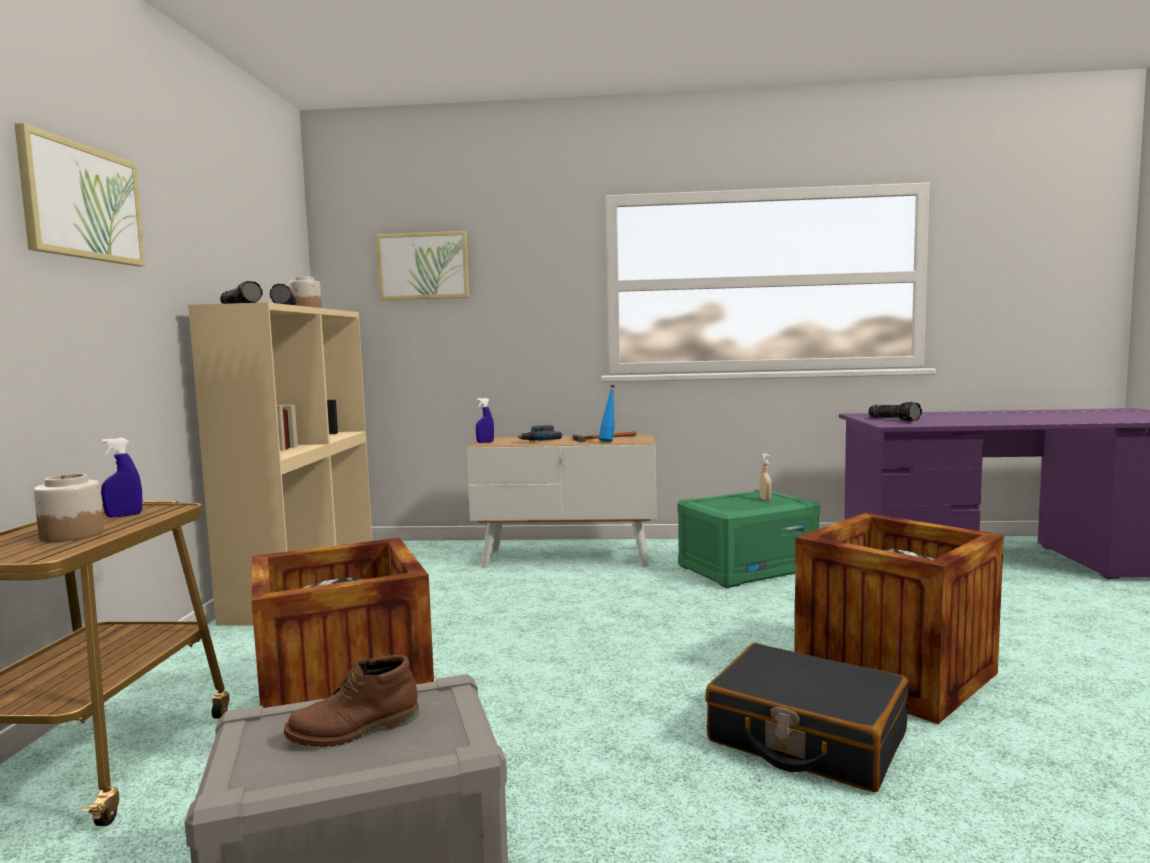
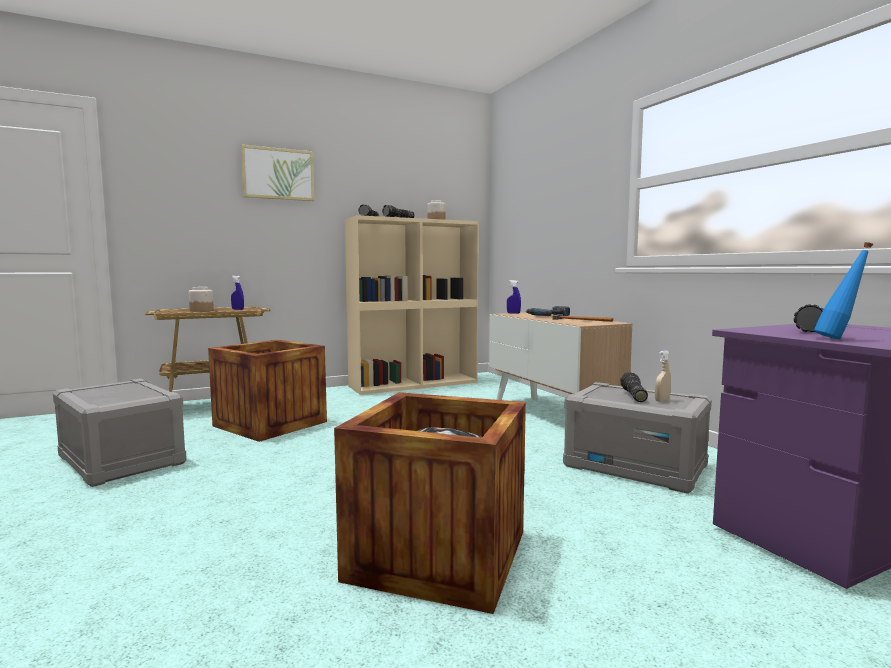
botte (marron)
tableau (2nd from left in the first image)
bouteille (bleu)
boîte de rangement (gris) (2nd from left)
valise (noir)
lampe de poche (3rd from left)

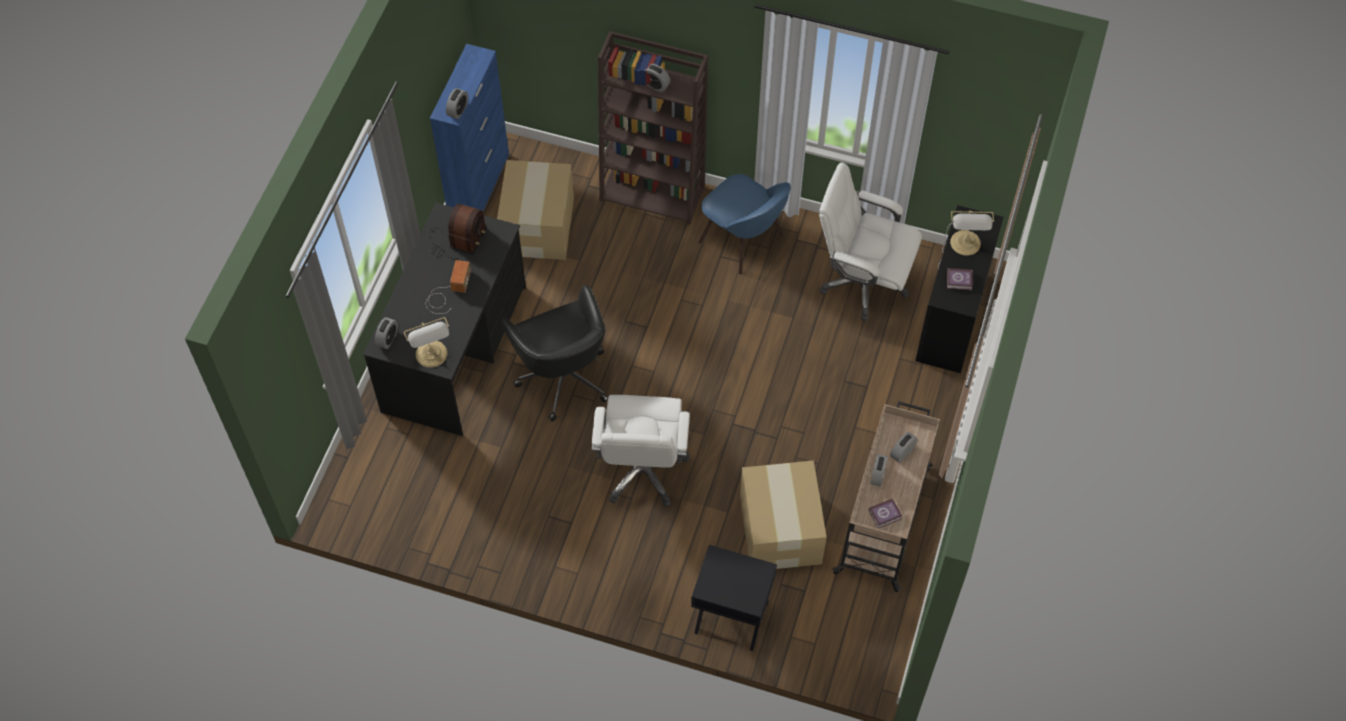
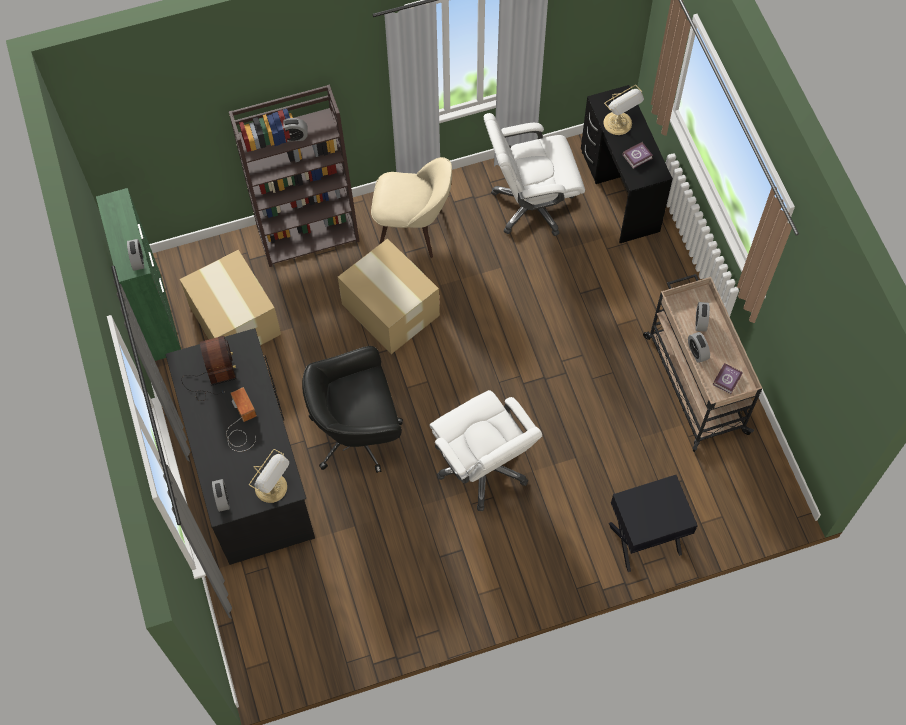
meuble de rangement (vert)
chaise de bureau (noir)
chaise (beige)
carton (2nd from left)

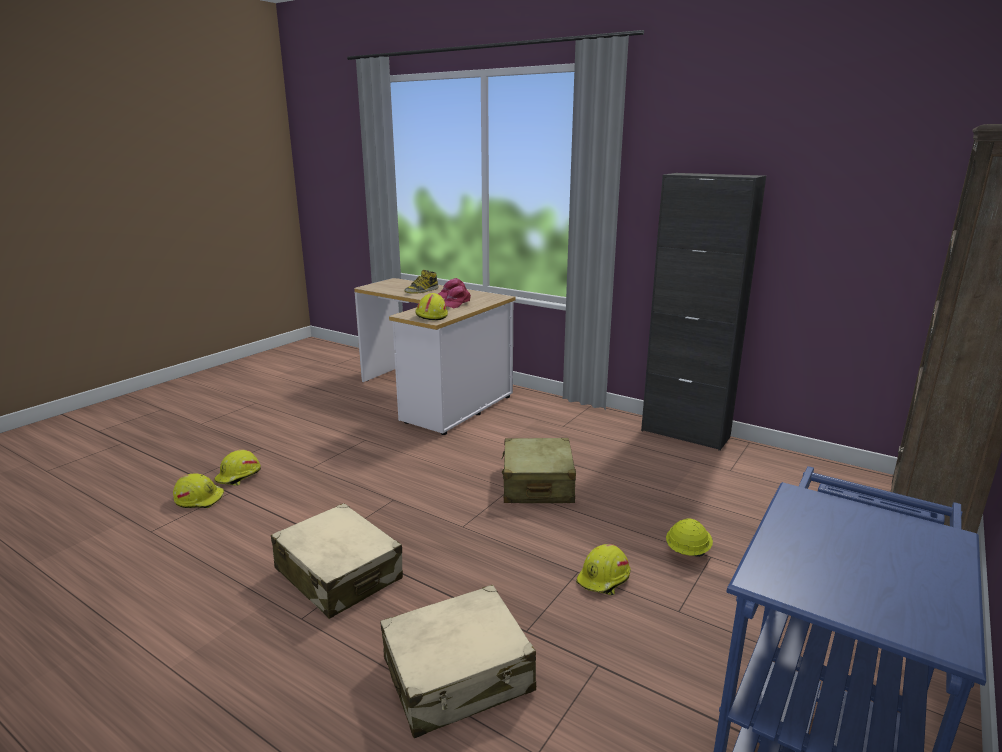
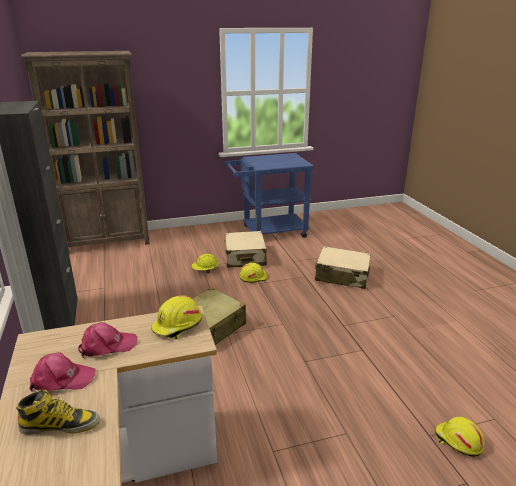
casque de chantier (jaune) (2nd from left in the first image)
valise (beige) (2nd from left)

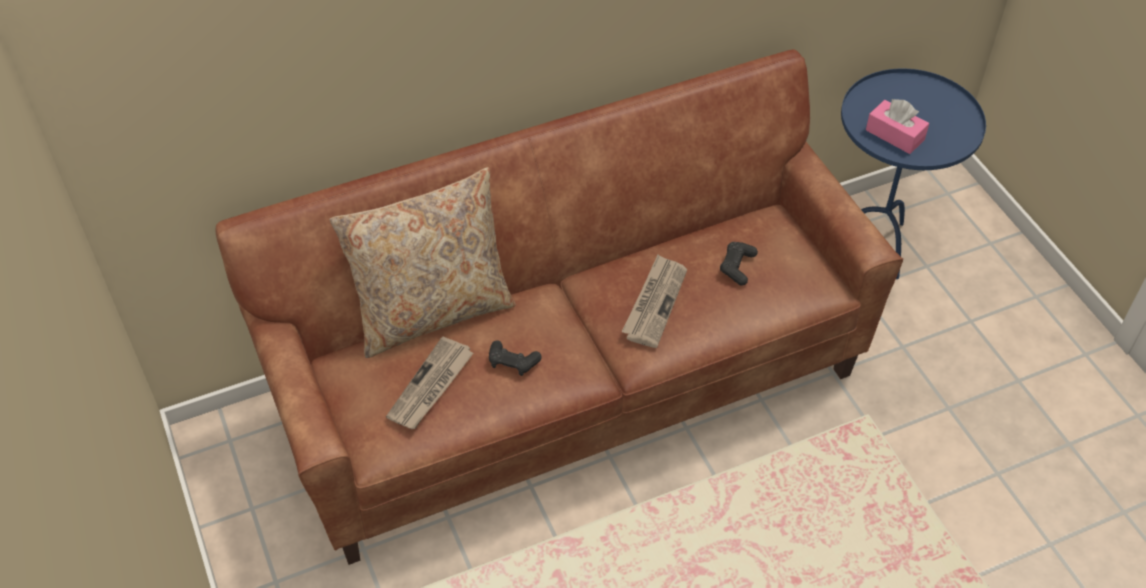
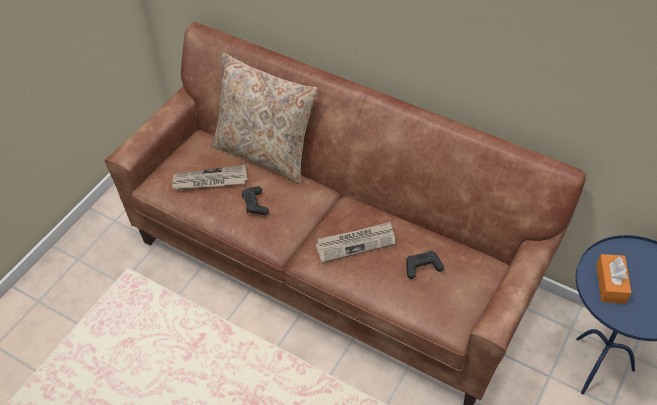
boîte à mouchoirs (orange)

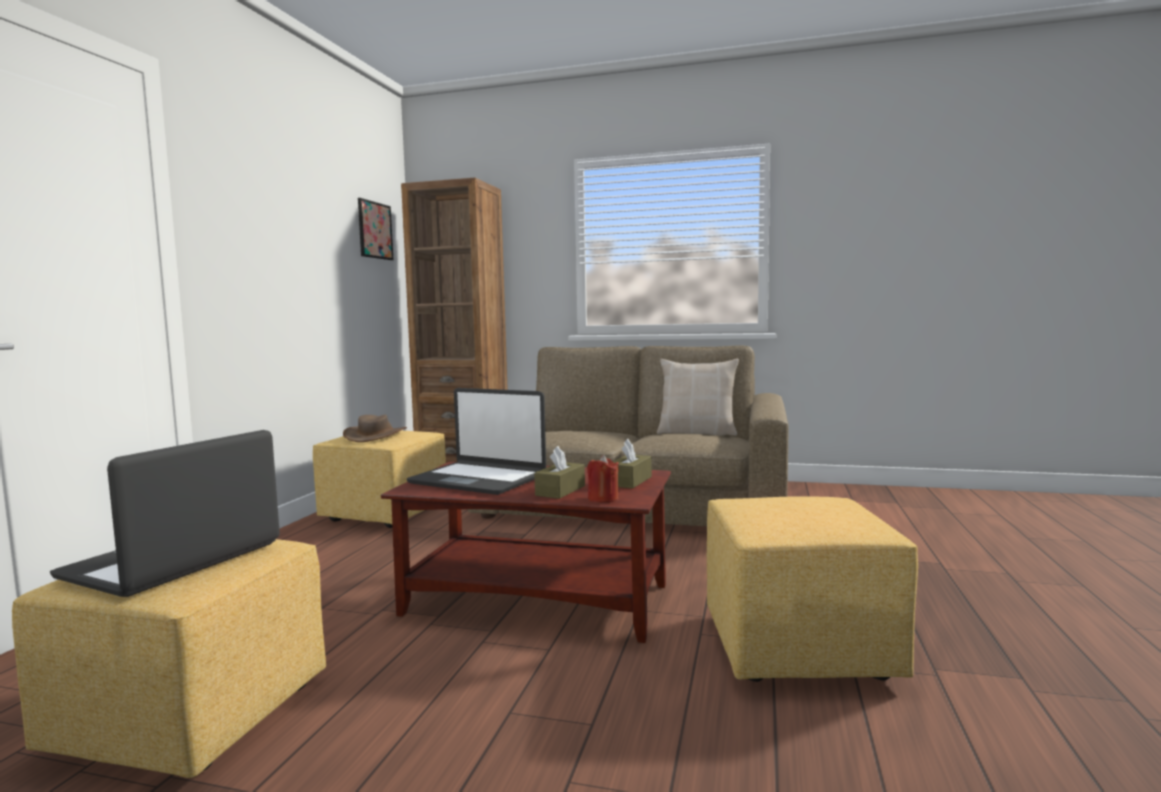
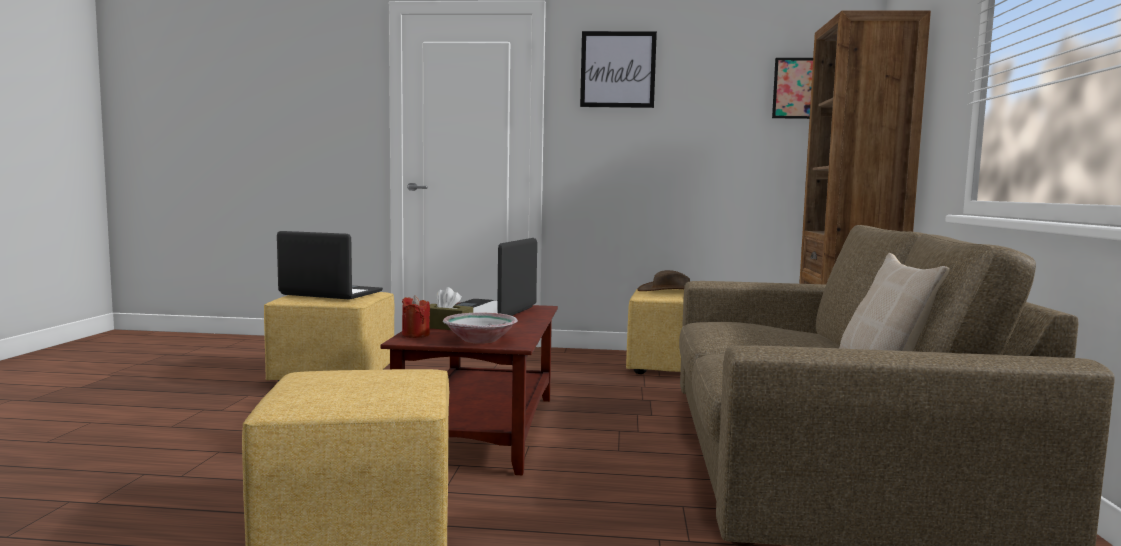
bol
tableau (1st from left)

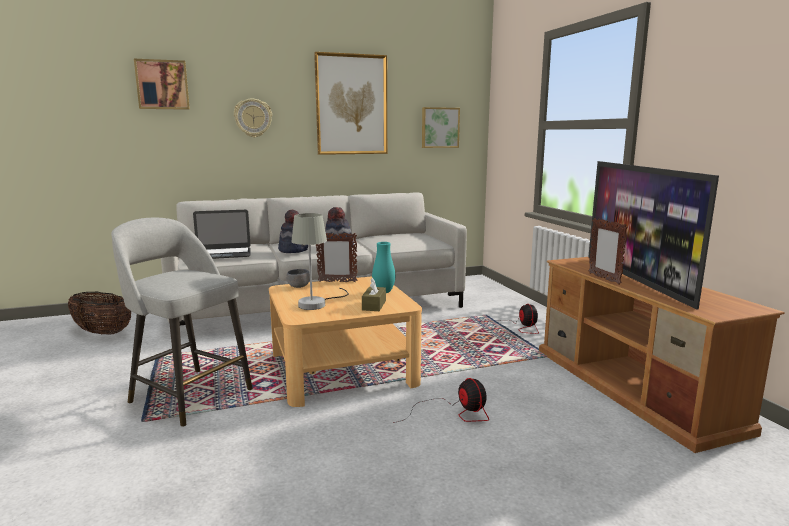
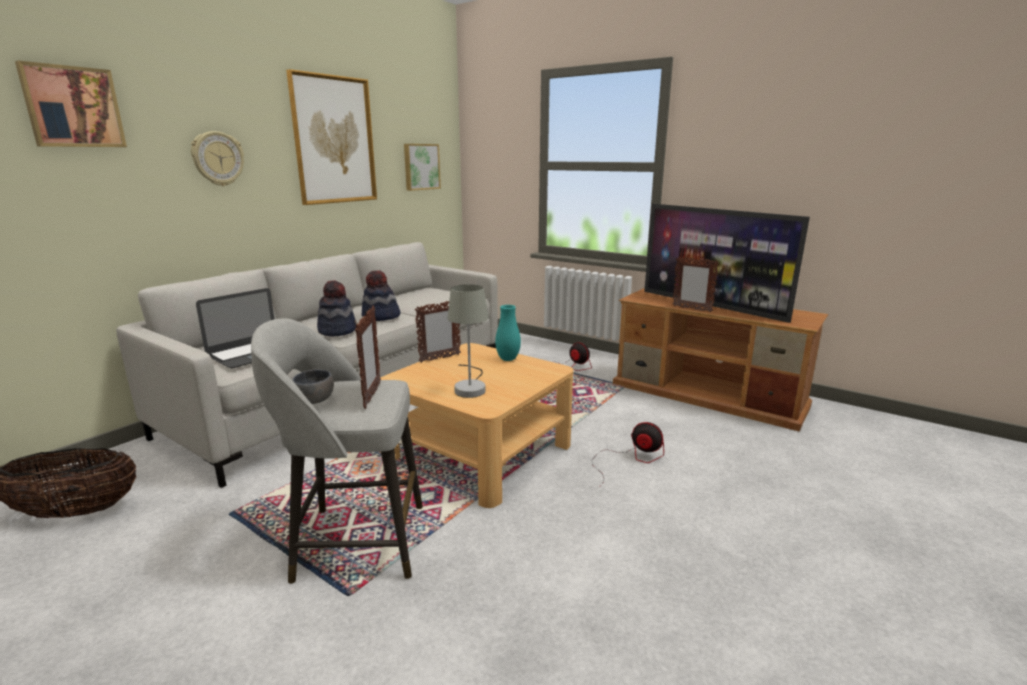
bol (gris)
boîte à mouchoirs (marron)
cadre photo (1st from left)

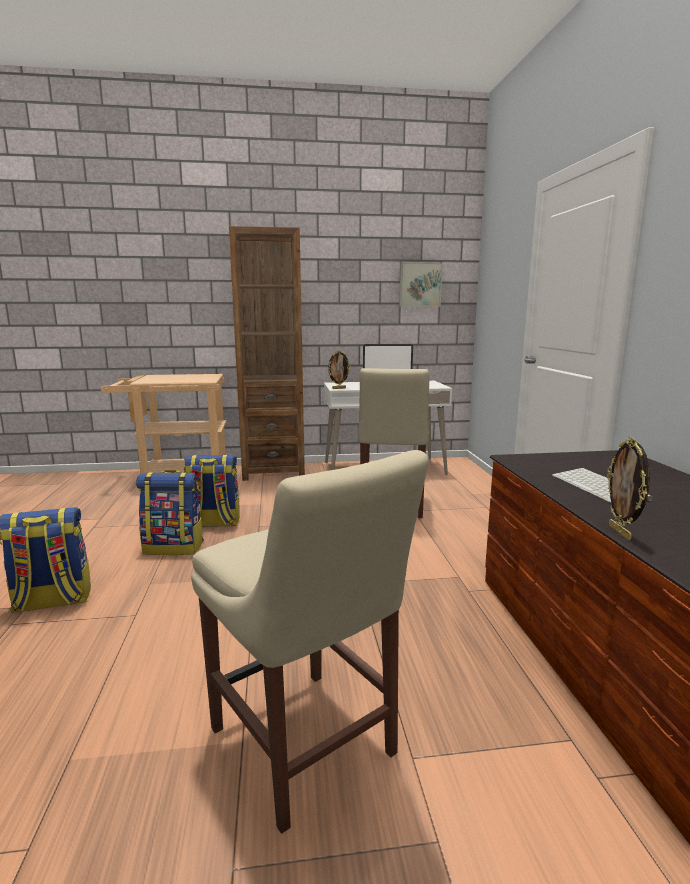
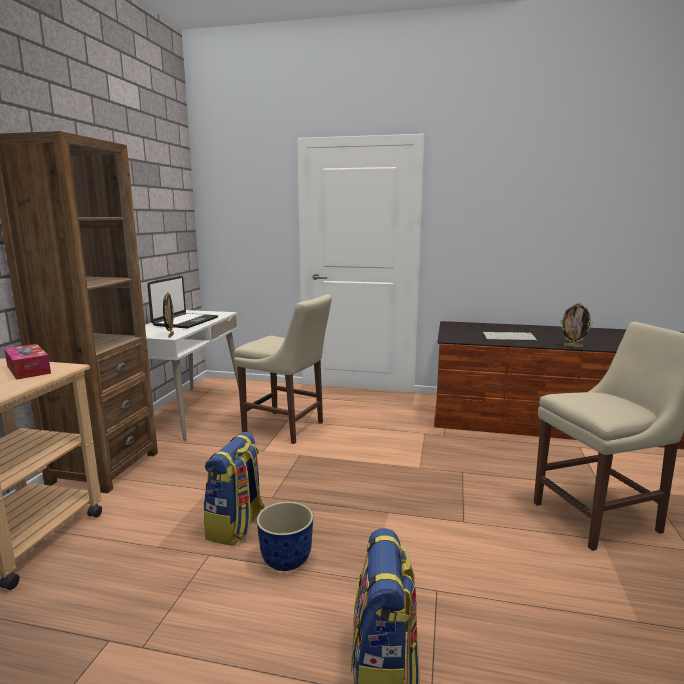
cache-pot
tableau
boîte à mouchoirs

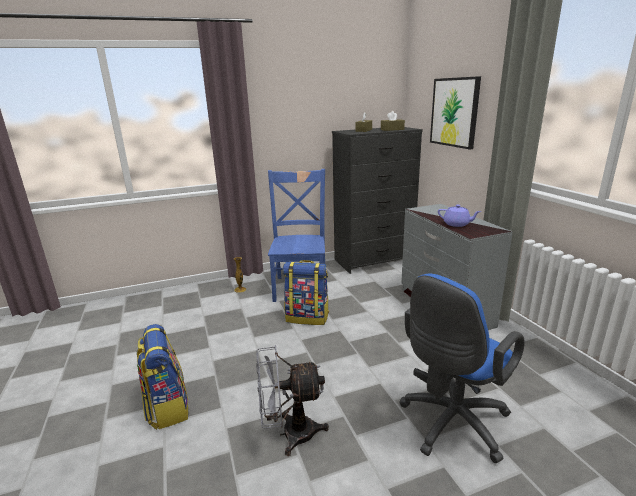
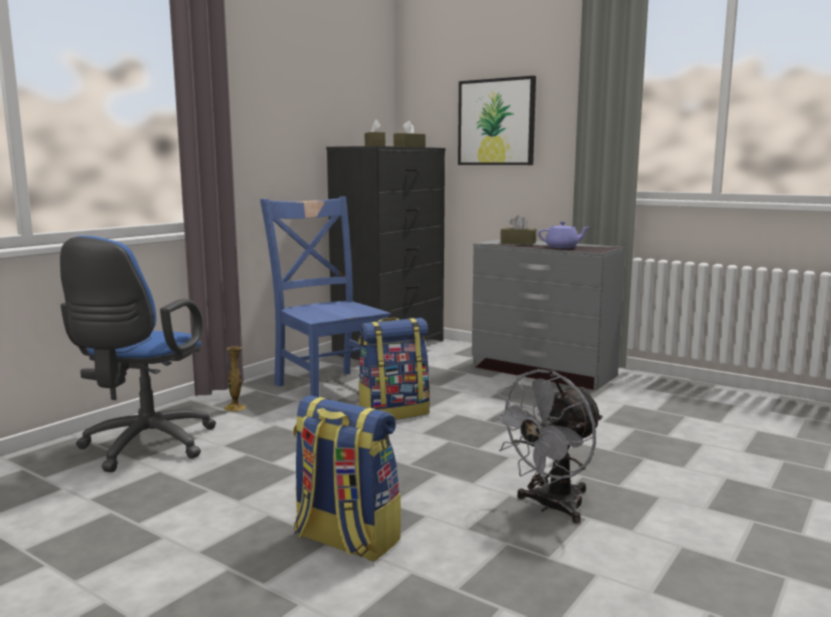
chaise de bureau (bleu)
boîte à mouchoirs (marron) (3rd from left)

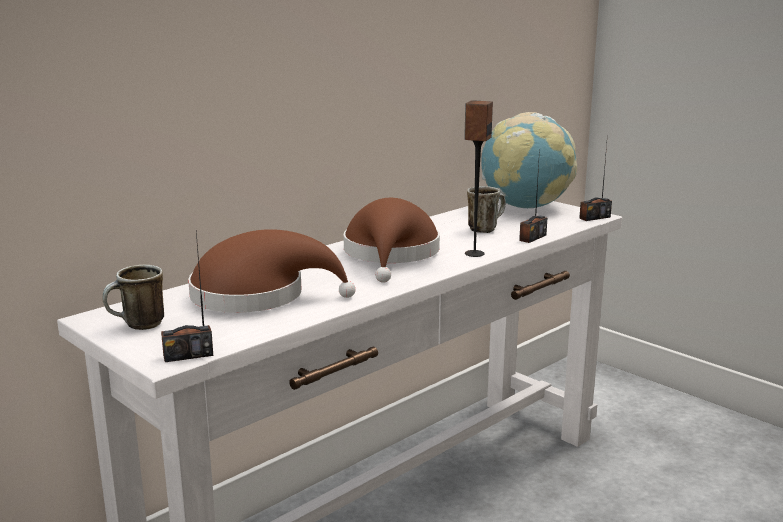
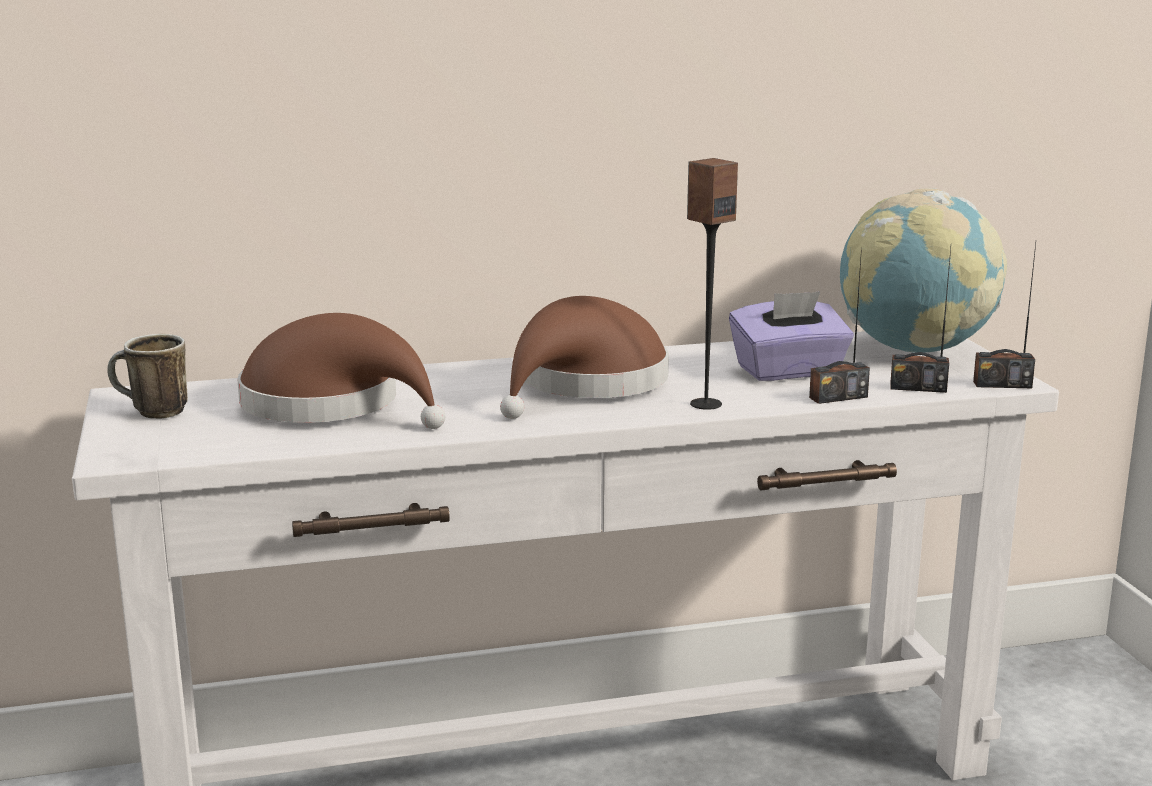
radio (2nd from left)
boîte à mouchoirs (violet)

